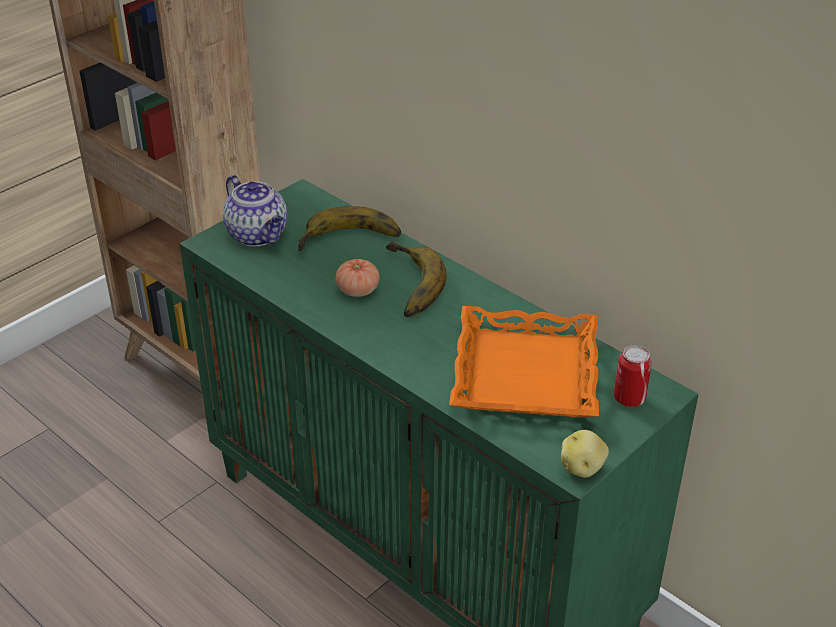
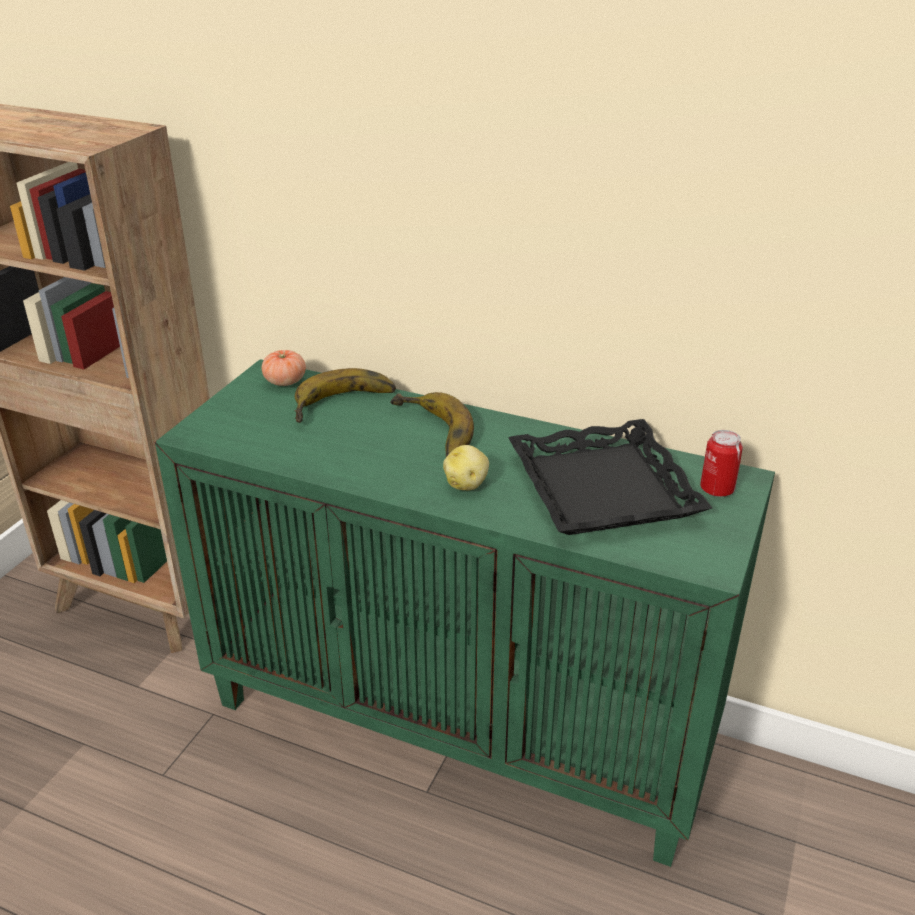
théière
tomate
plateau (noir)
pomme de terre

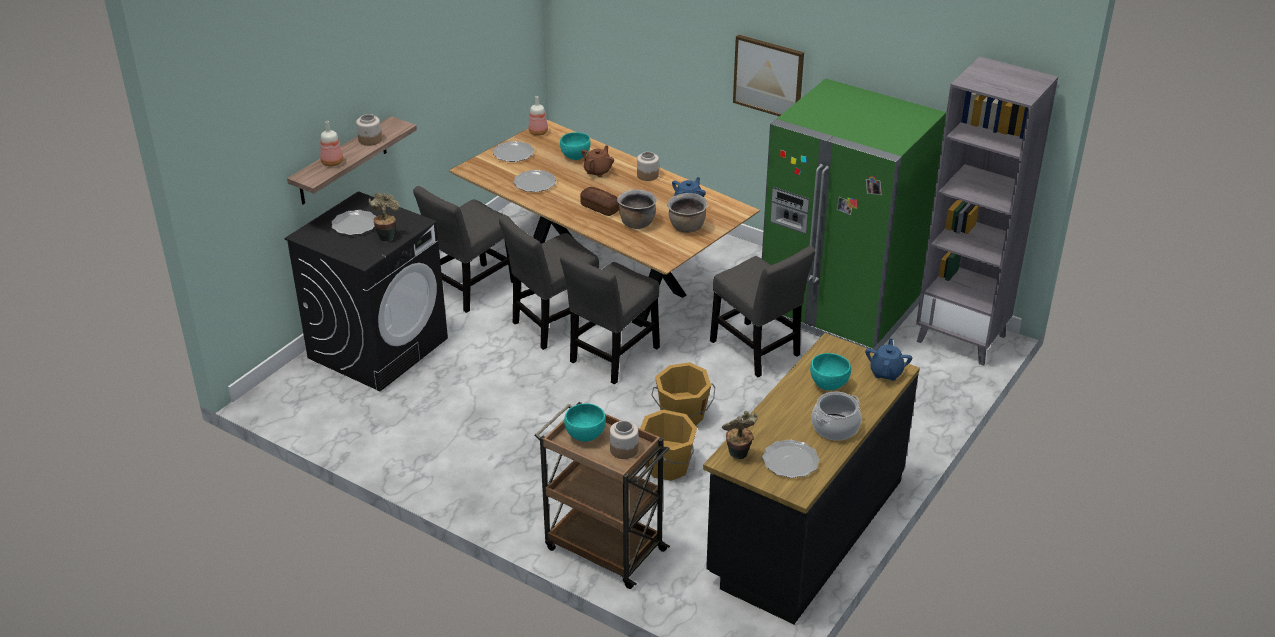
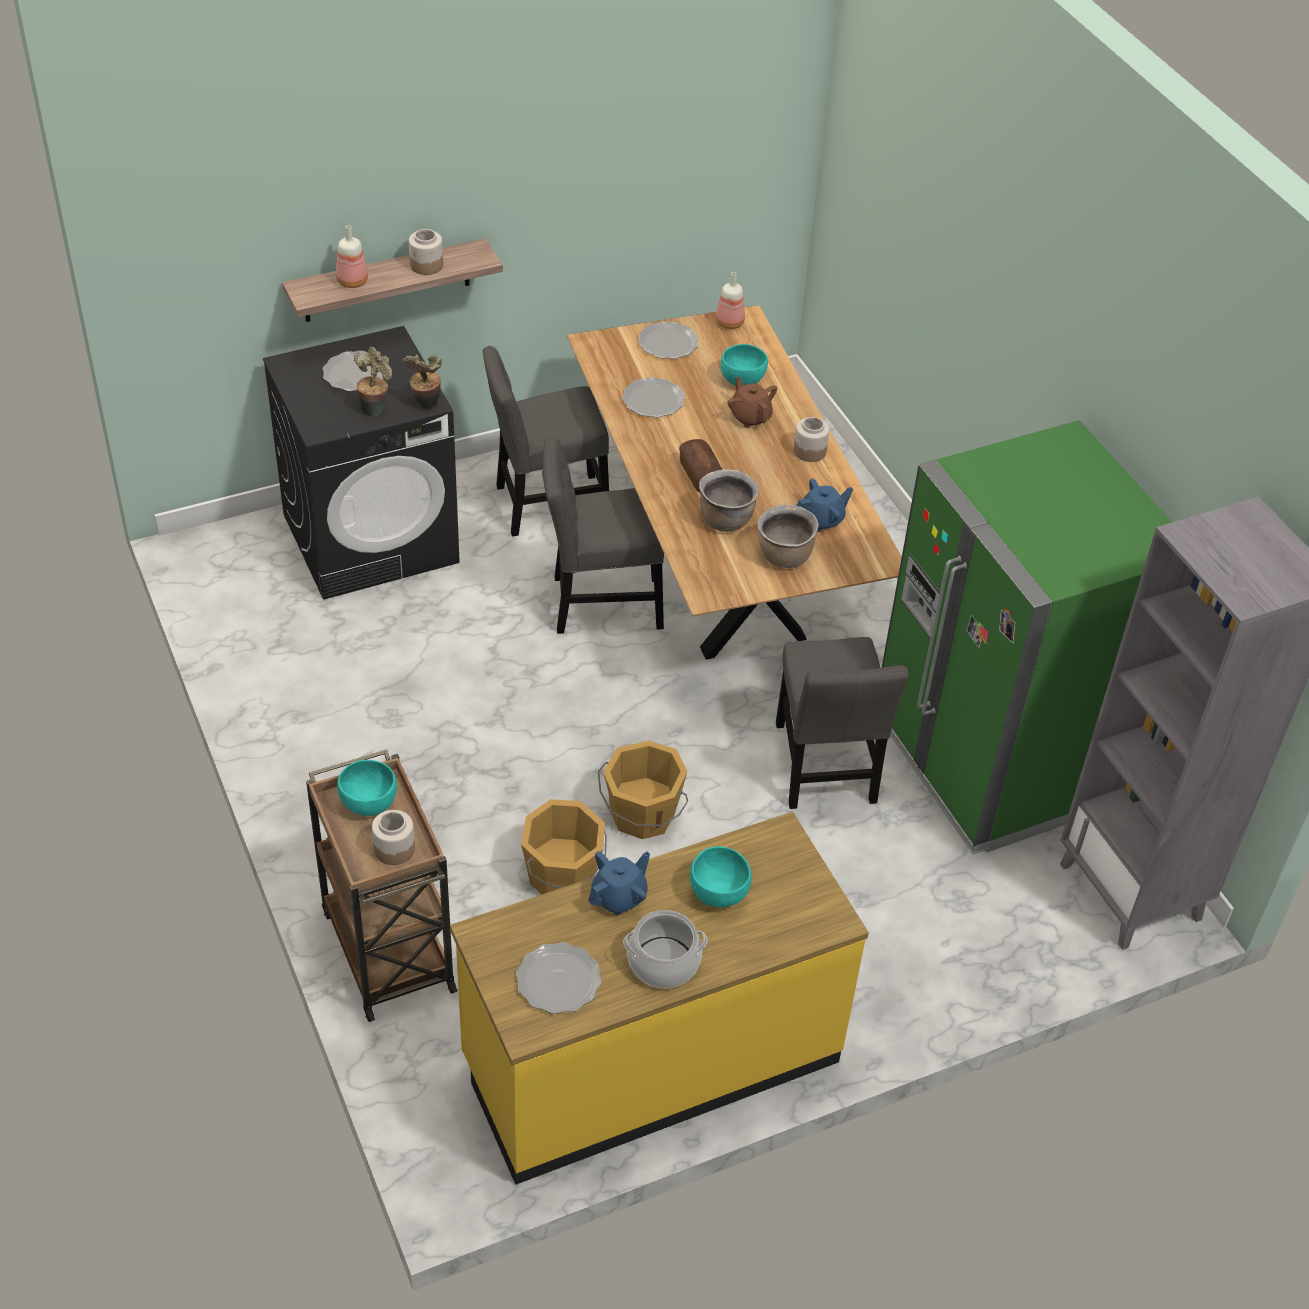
chaise (gris) (3rd from left in the first image)
théière (marron)
comptoir de cuisine (jaune)
plante en pot (2nd from left)
tableau
théière (bleu) (1st from left)

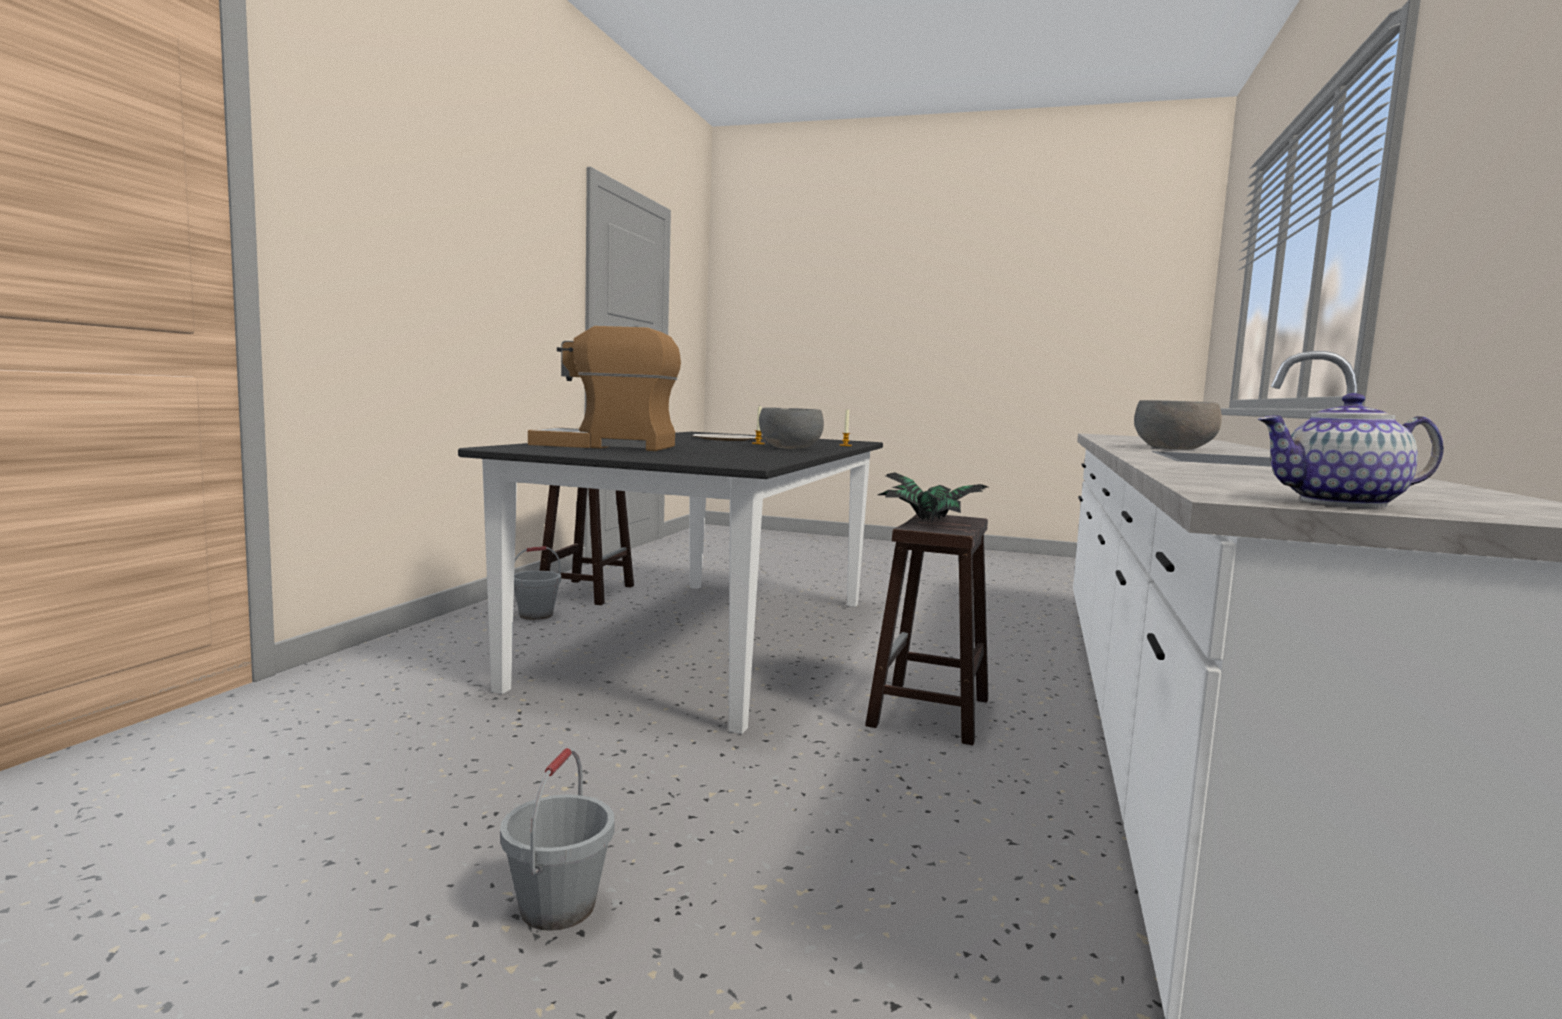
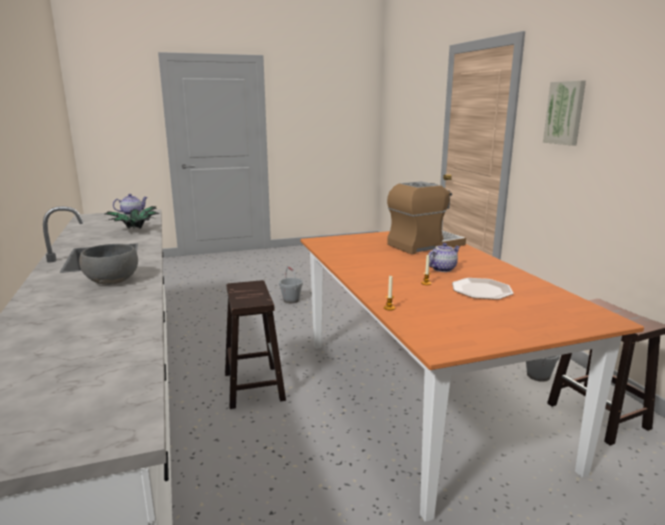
table à manger (orange)
bol (gris) (1st from left in the first image)
plante en pot
théière (2nd from left)
tableau

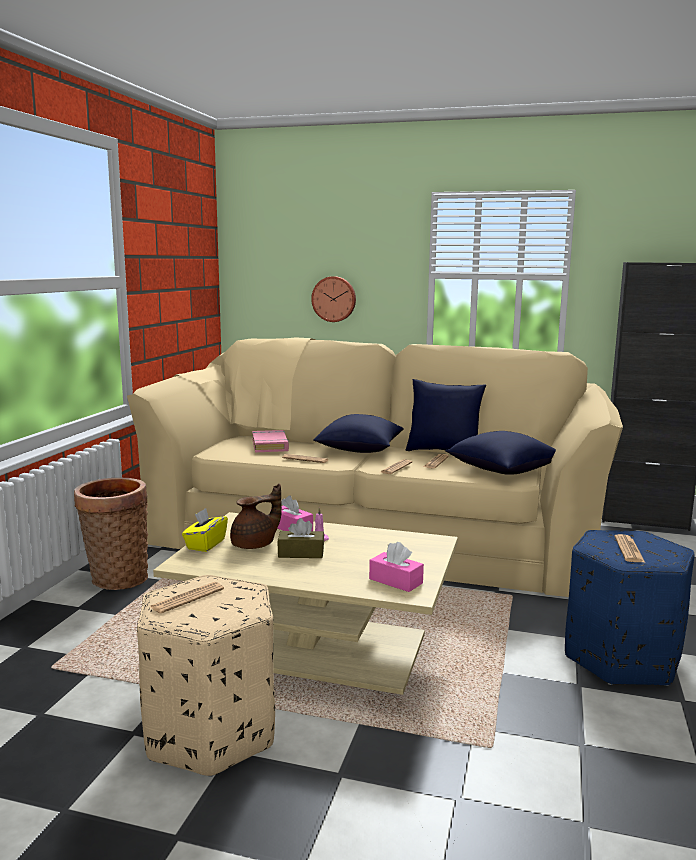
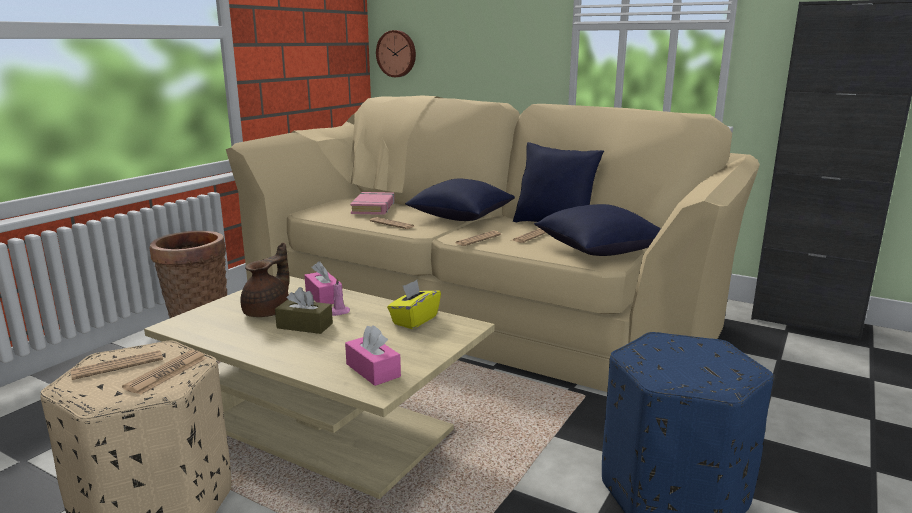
boîte à mouchoirs (jaune)
théière (marron)
horloge murale
journal (2nd from left)

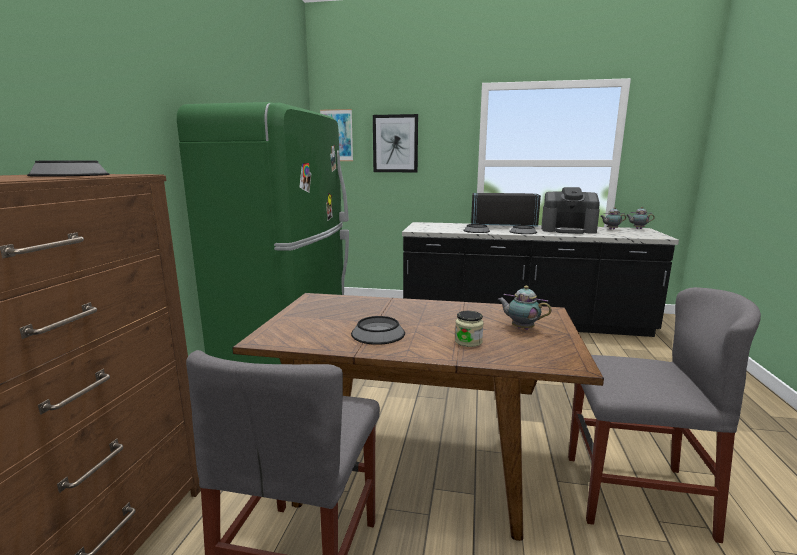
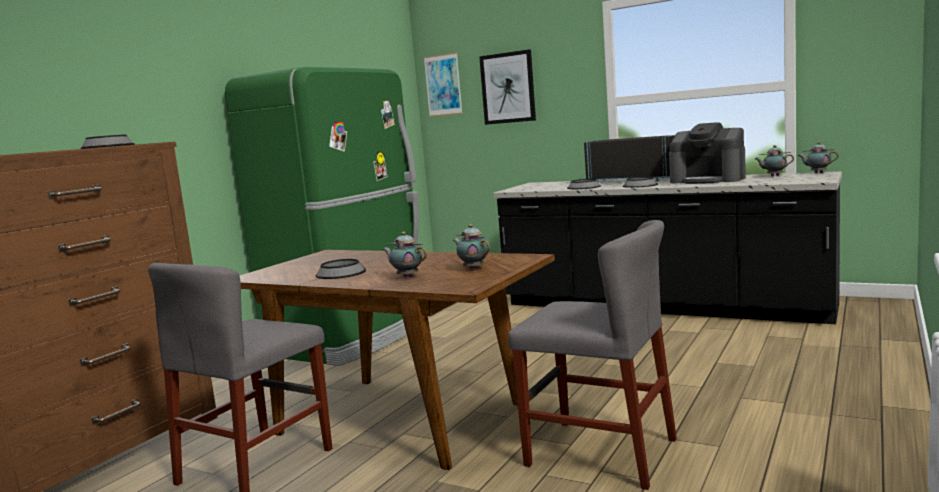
théière (1st from left)

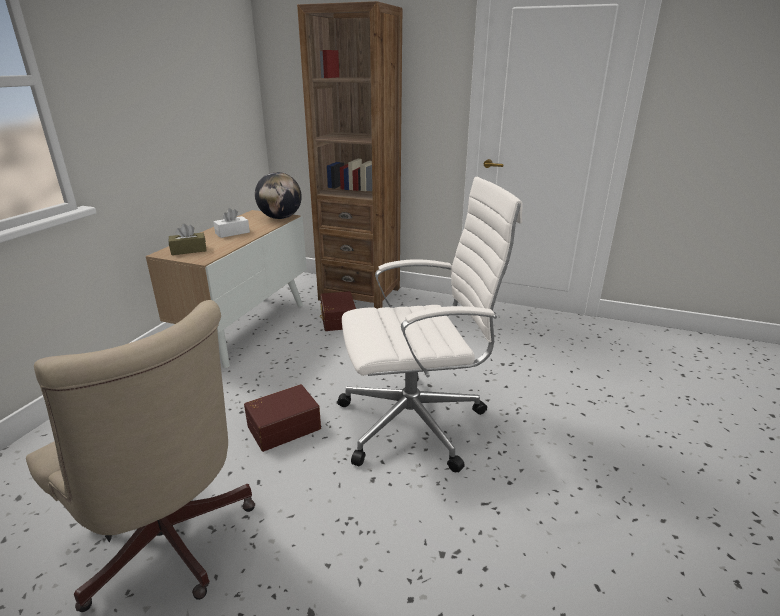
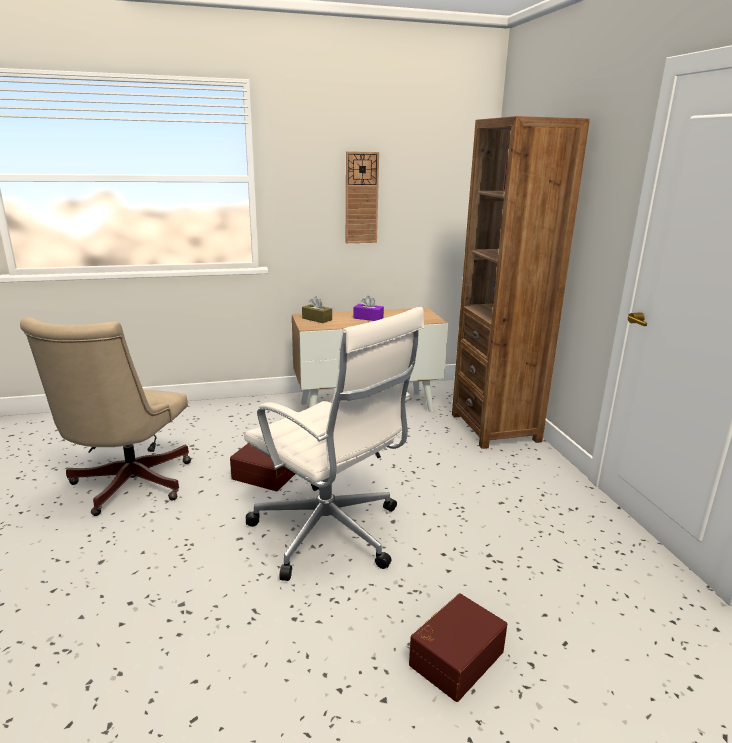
boîte à mouchoirs (violet)
globe
boîte de rangement (marron) (2nd from left)
horloge murale

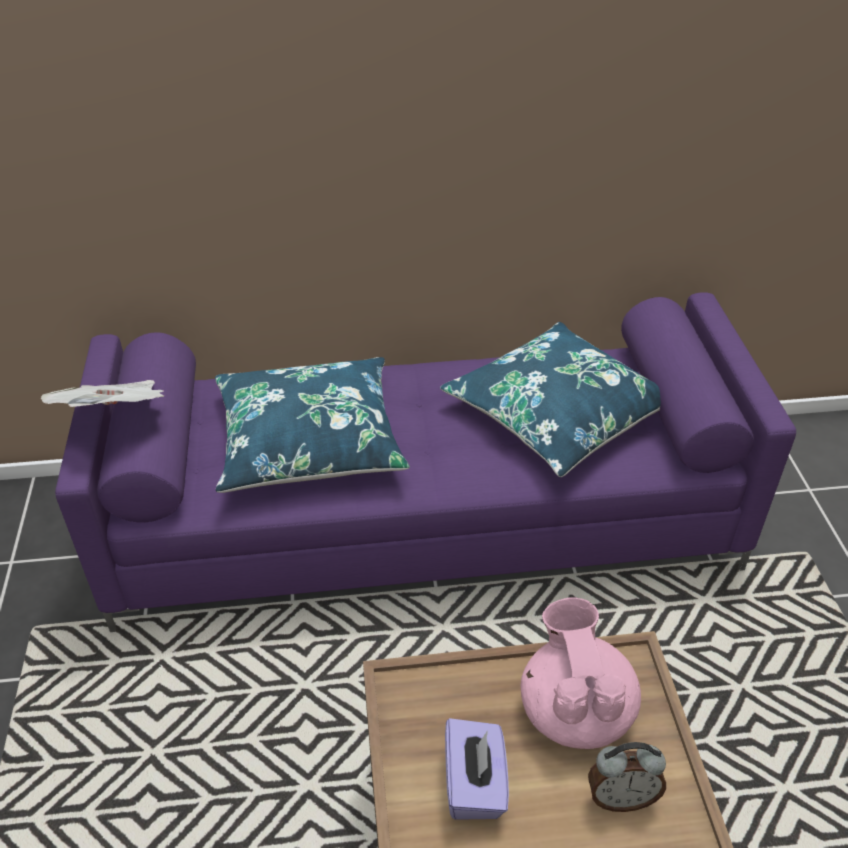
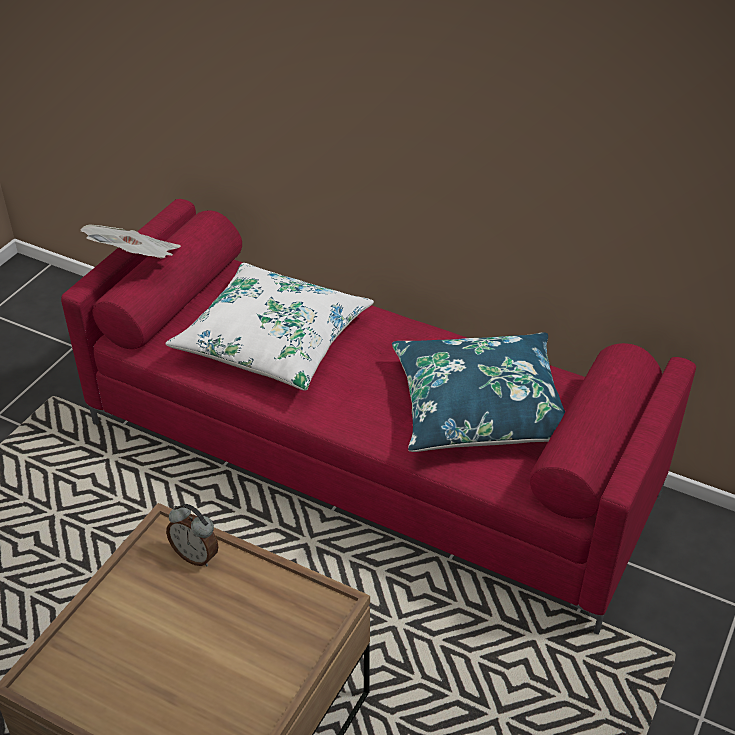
canapé (rouge)
coussin (blanc)
boîte à mouchoirs (violet)
théière (rose)
réveil

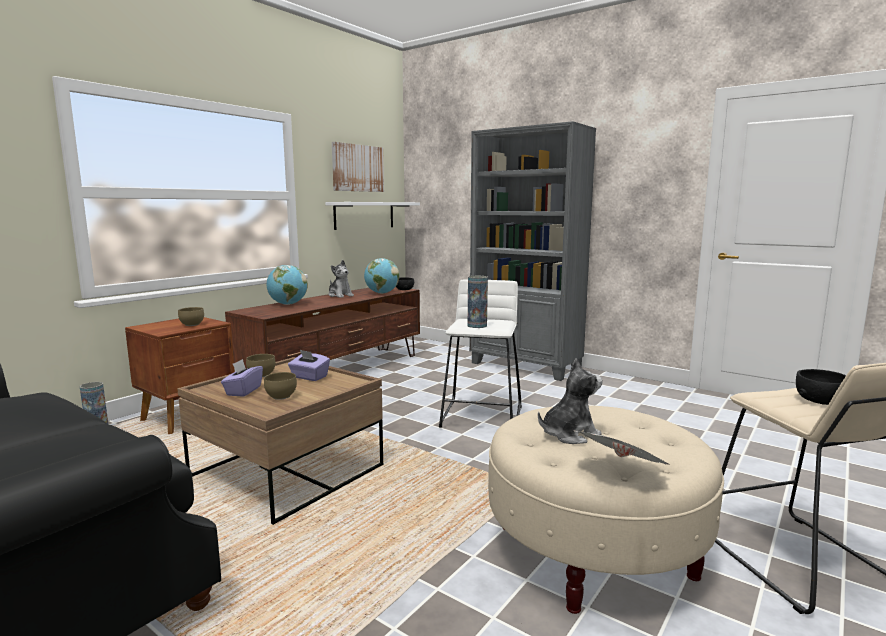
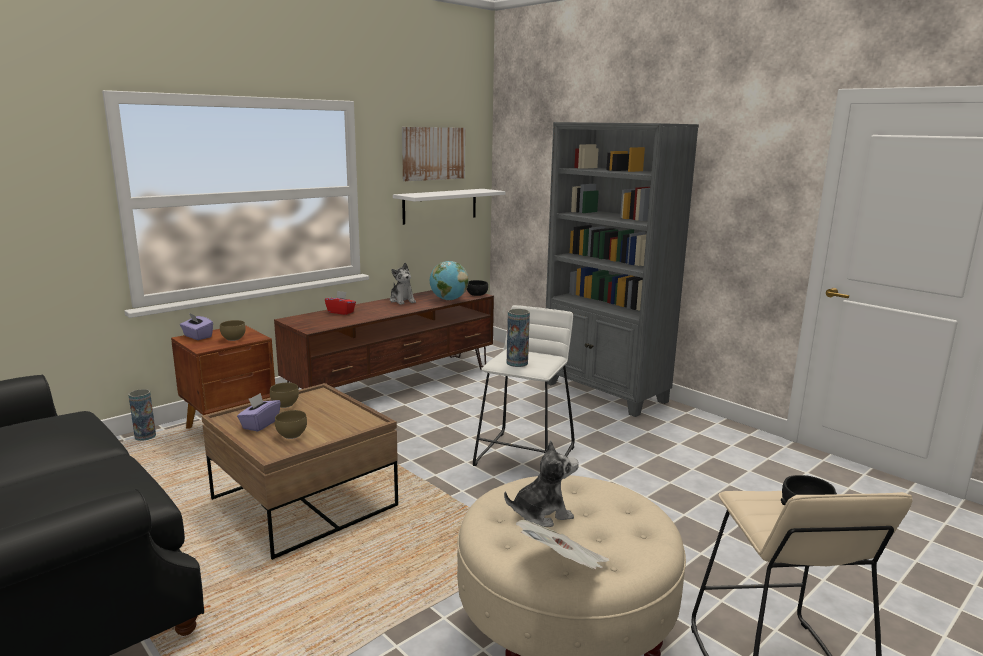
boîte à mouchoirs (rouge)
boîte à mouchoirs (violet) (1st from left)

